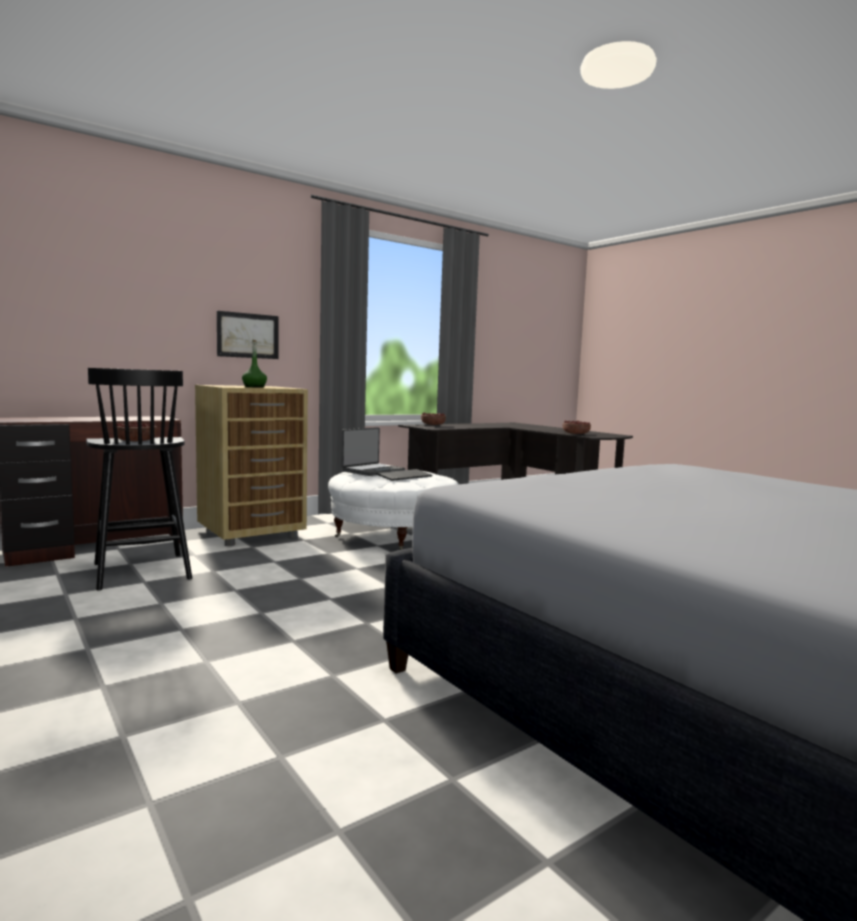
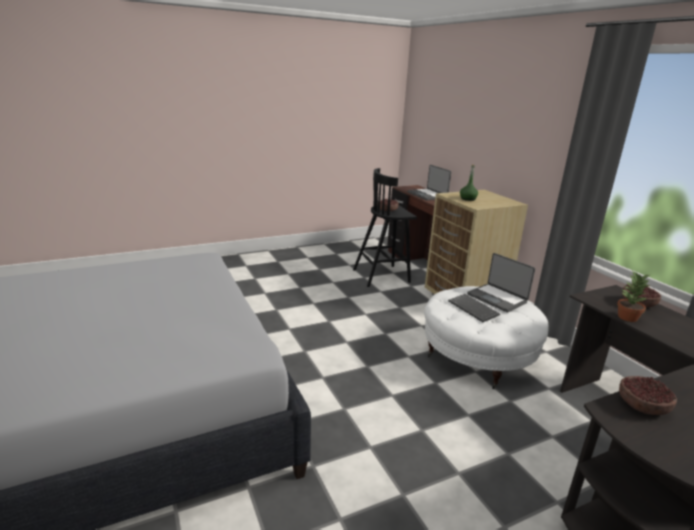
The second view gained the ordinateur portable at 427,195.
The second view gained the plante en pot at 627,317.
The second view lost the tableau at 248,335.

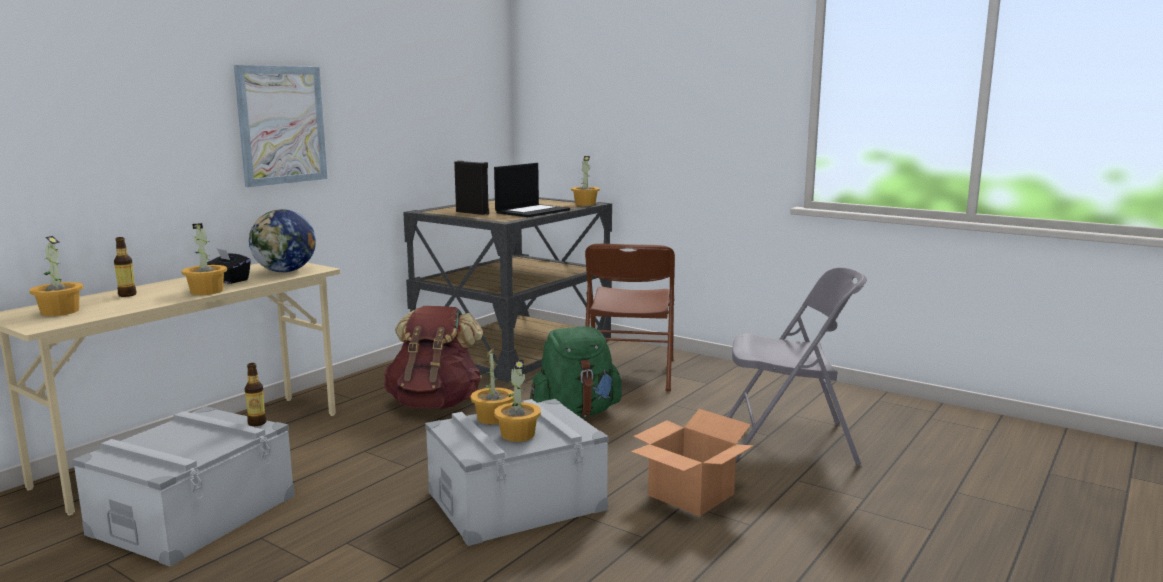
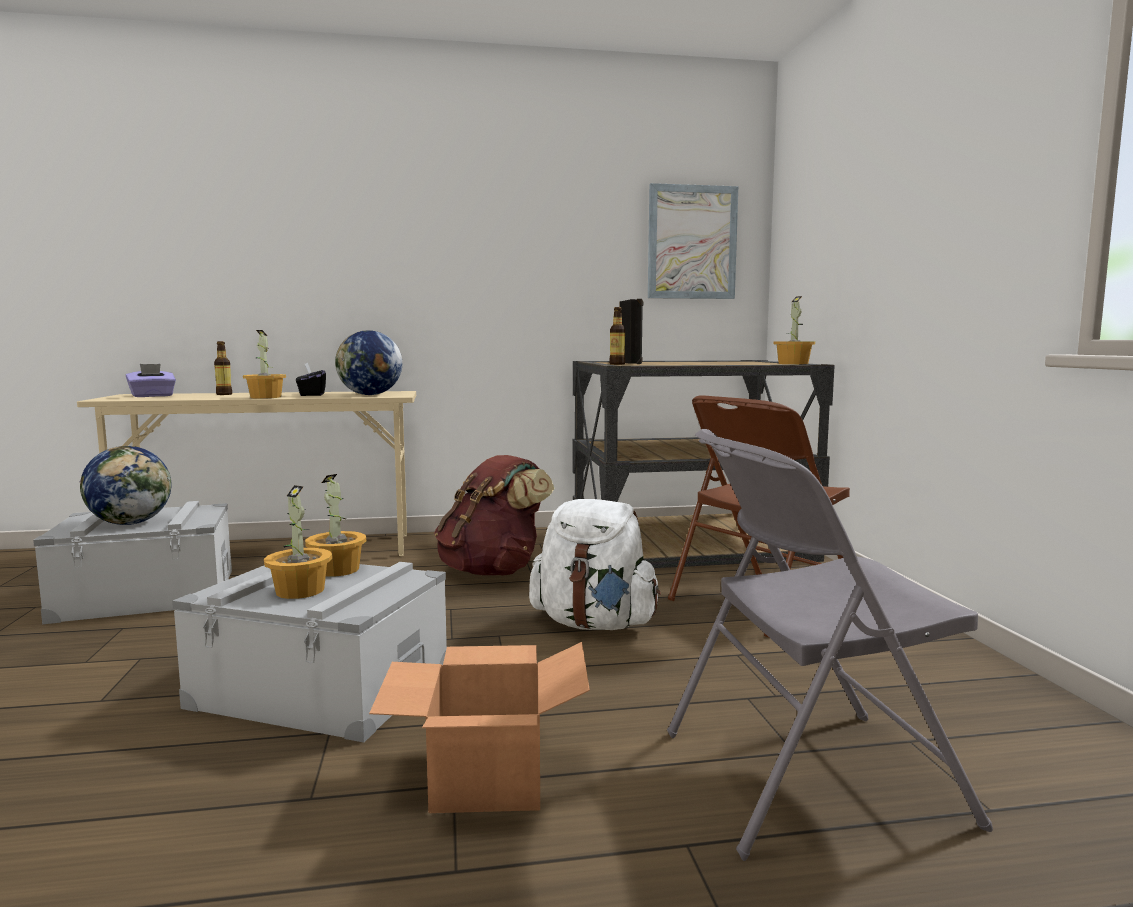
The second view gained the globe at 131,523.
Where the plante en pot stood at 59,311, the boîte à mouchoirs [violet] came to stand at 152,396.
What was the sac à dos [vert] at 576,414 turned into the sac à dos [blanc] at 594,624.
The bouteille ended up elsewhere, having gone from 257,423 to 617,364.
The tableau ended up elsewhere, having gone from 282,125 to 692,242.
The chaise [gris] at 789,441 ended up facing another way, 120 degrees clockwise from before.
The second view lost the ordinateur portable at 532,211.

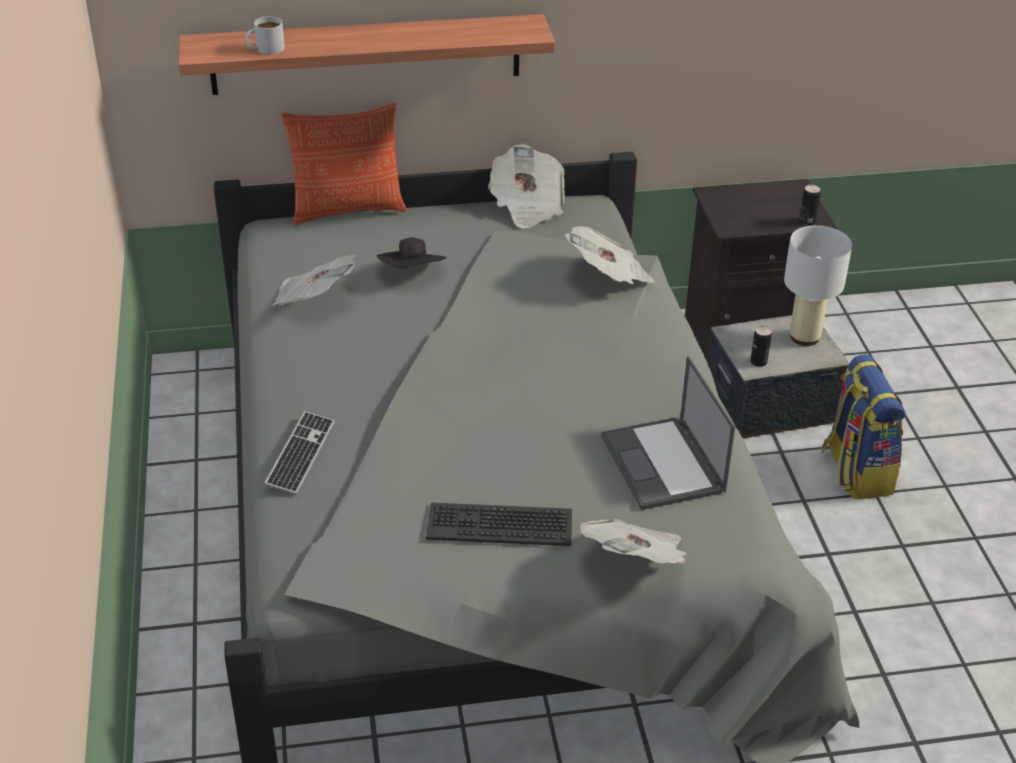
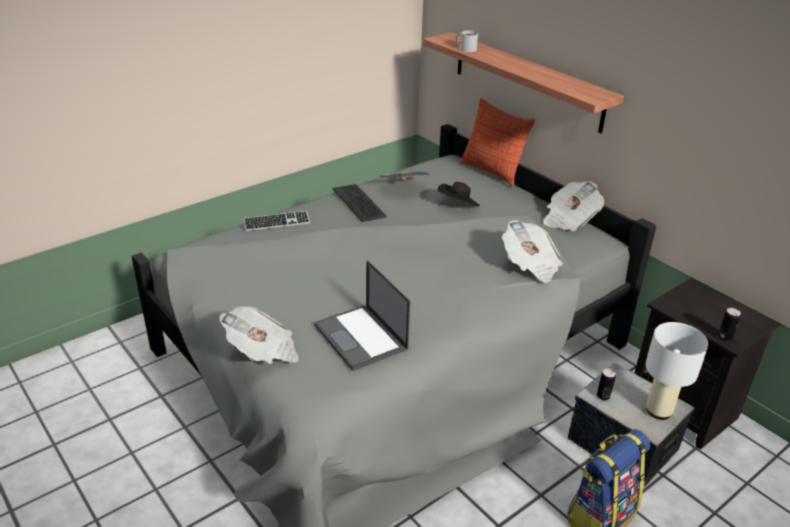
The ordinateur portable at 663,464 ended up facing another way, 75 degrees counterclockwise from before.
The clavier ended up elsewhere, having gone from 500,524 to 359,203.

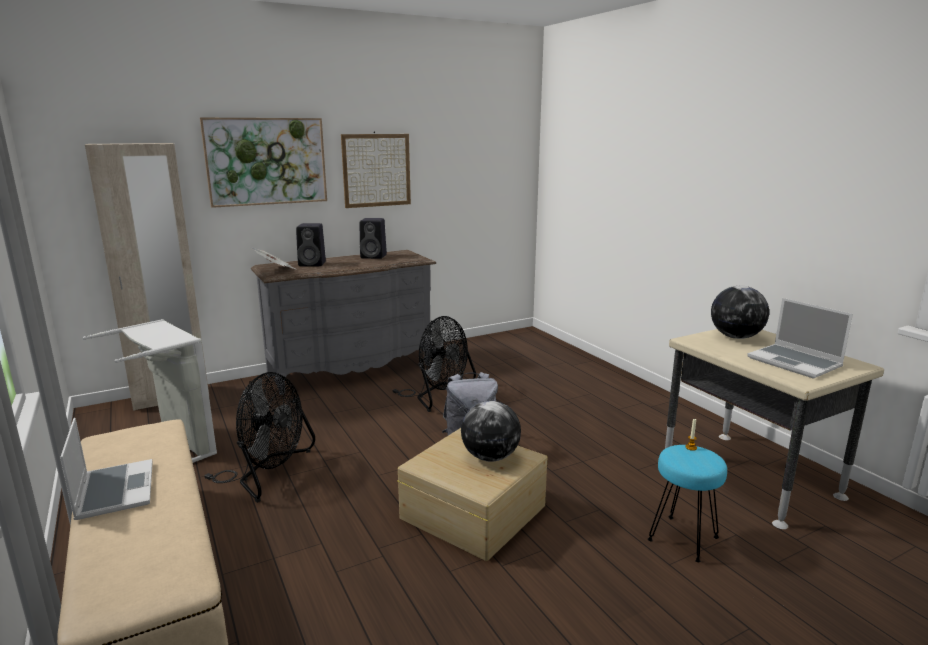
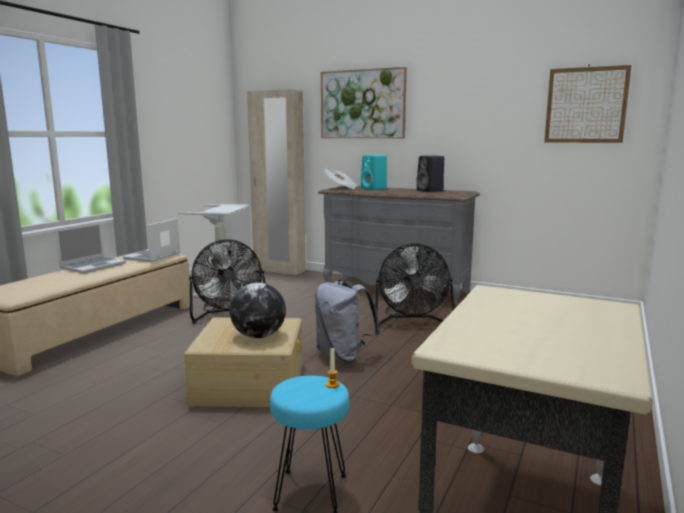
The ordinateur portable ended up elsewhere, having gone from 795,362 to 152,256.
What was the enceinte [noir] at 313,264 turned into the enceinte [turquoise] at 374,188.
The tableau ended up elsewhere, having gone from 376,169 to 586,104.
The second view lost the globe at 735,337.

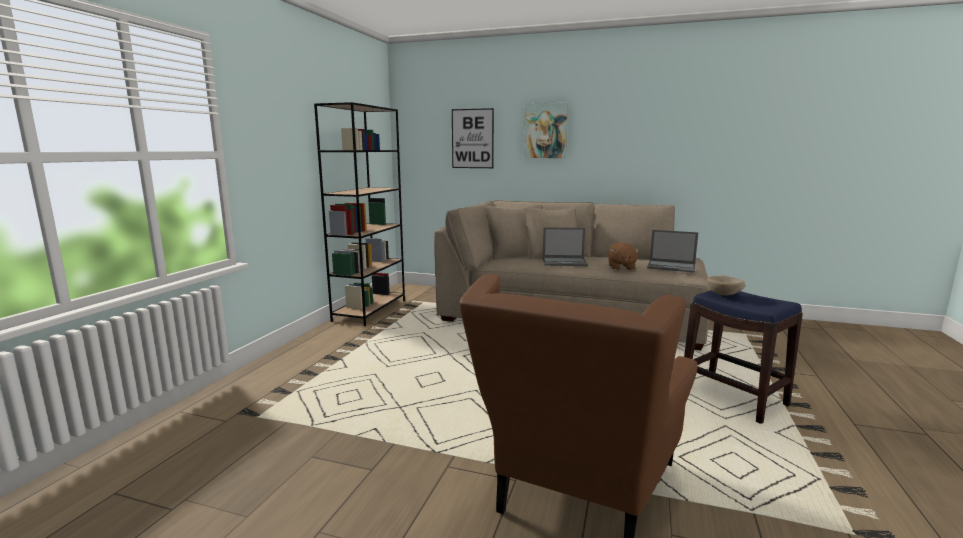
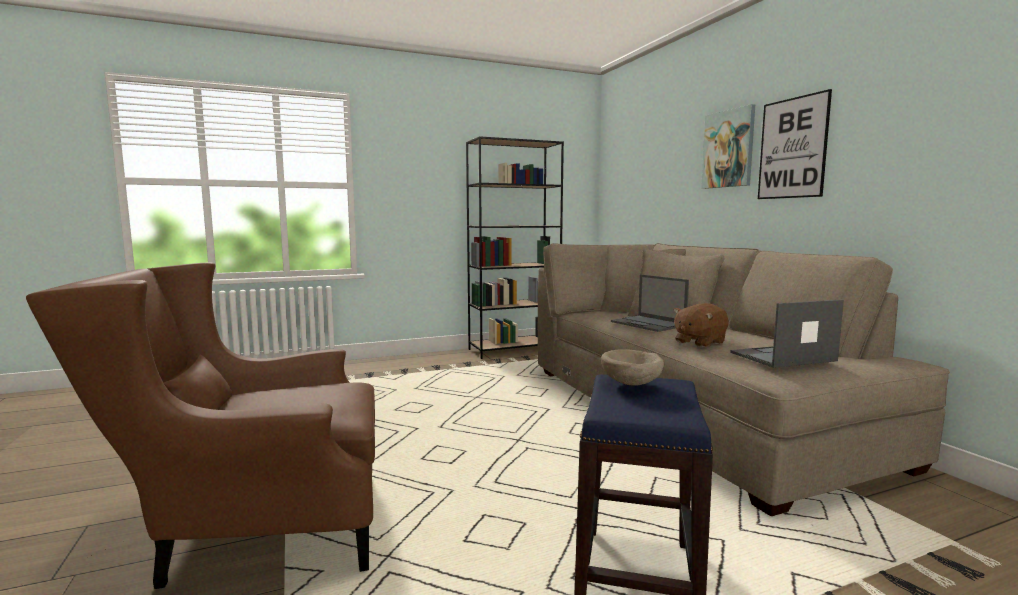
The ordinateur portable at 672,267 ended up facing another way, 90 degrees clockwise from before.
The tableau ended up elsewhere, having gone from 472,138 to 792,148.

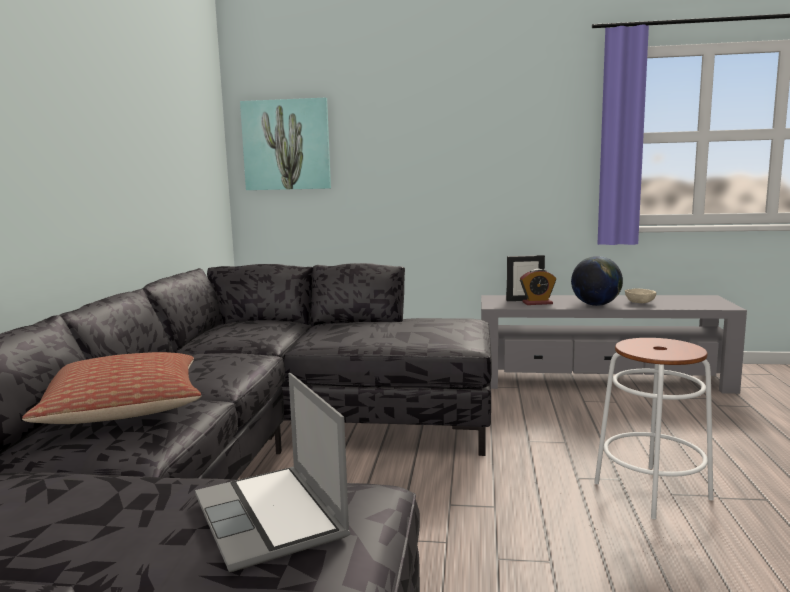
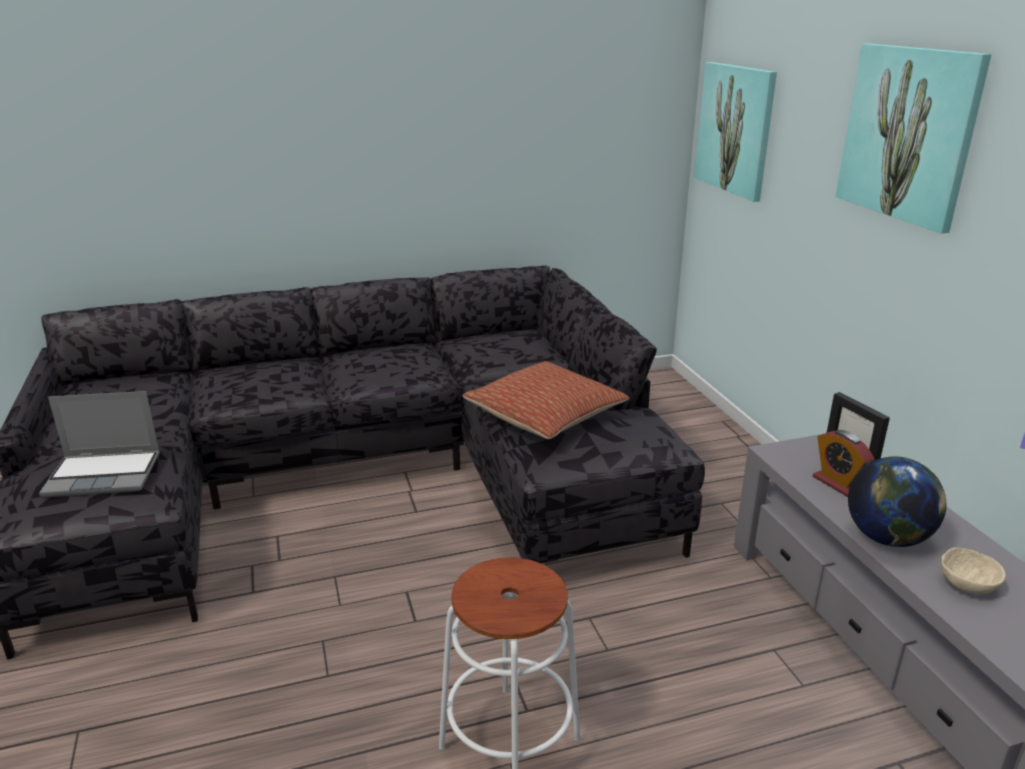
The ordinateur portable at 272,518 ended up facing another way, 135 degrees counterclockwise from before.
The coussin ended up elsewhere, having gone from 123,409 to 545,416.
The second view gained the tableau at 907,134.

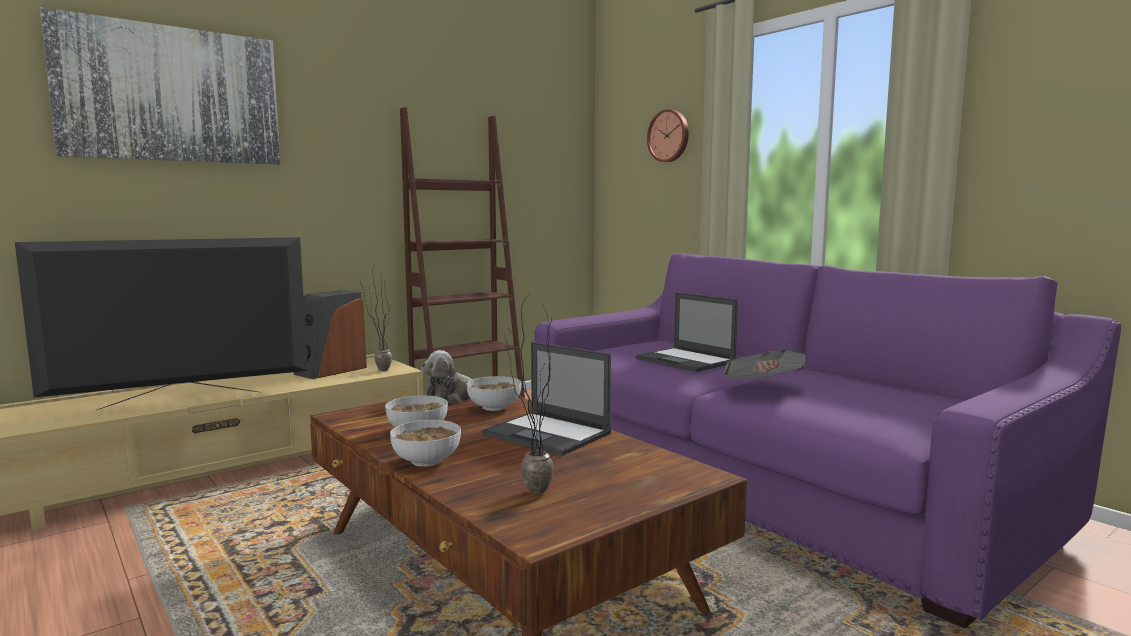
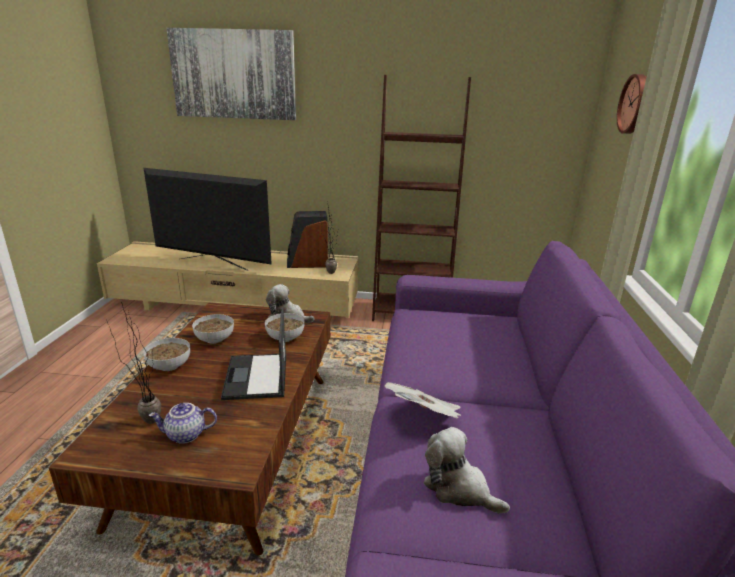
The second view gained the théière at 185,435.
The second view gained the peluche at 459,488.
The second view lost the ordinateur portable at 686,361.

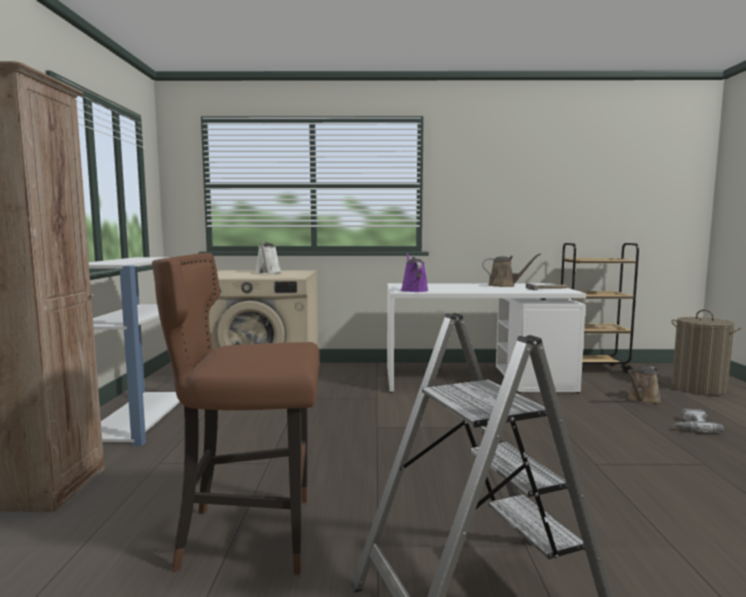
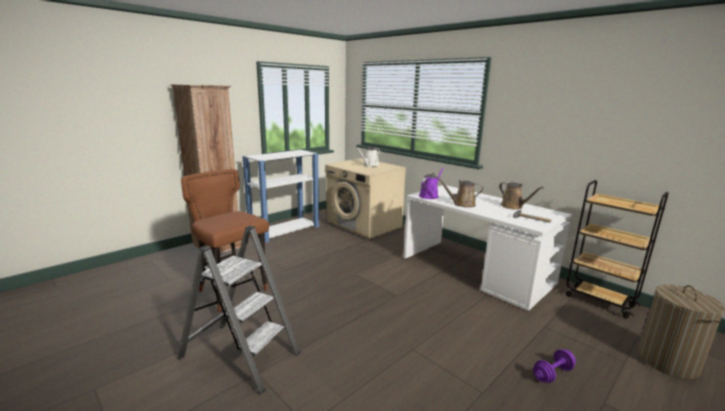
The arrosoir [marron] ended up elsewhere, having gone from 642,400 to 462,204.
Where the perceuse stood at 691,426, the haltère [violet] came to stand at 552,374.

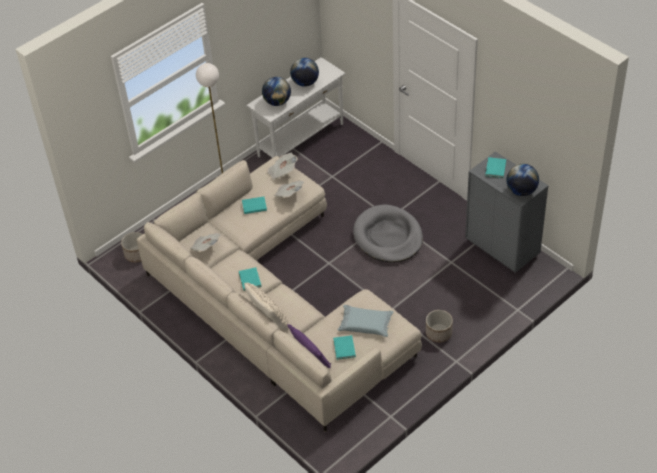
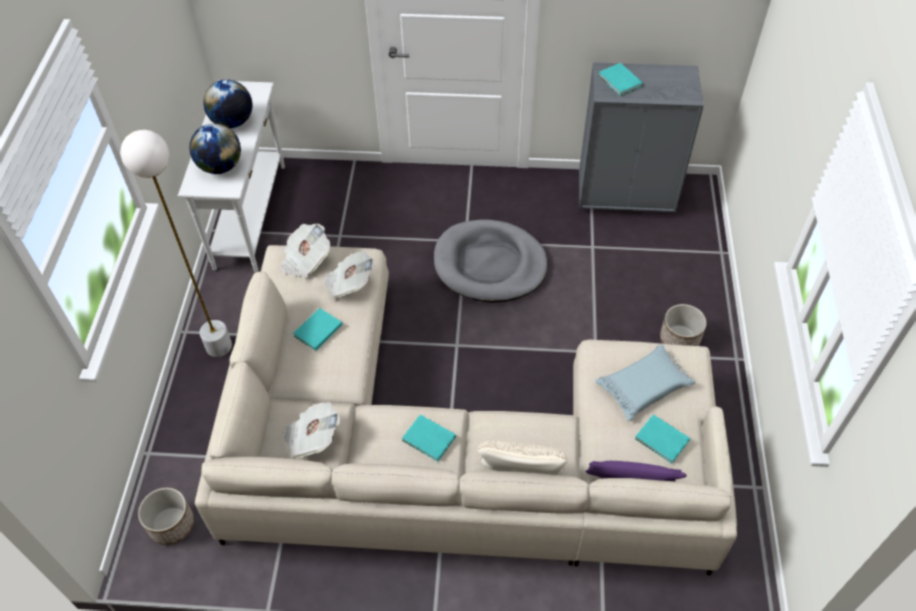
The second view lost the globe at 521,191.

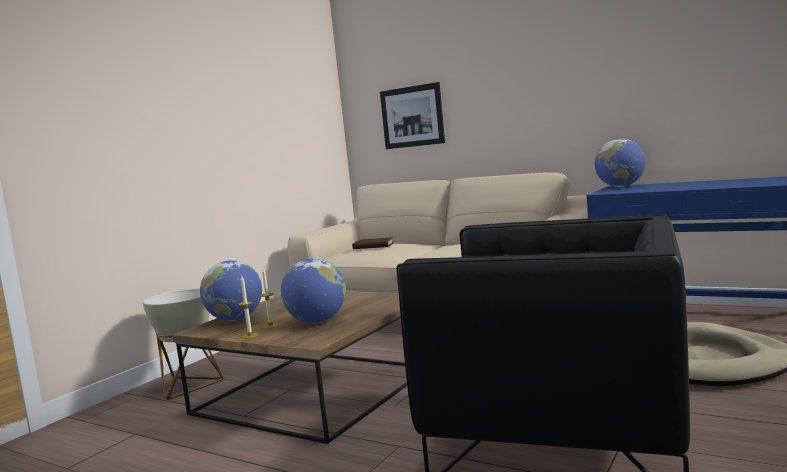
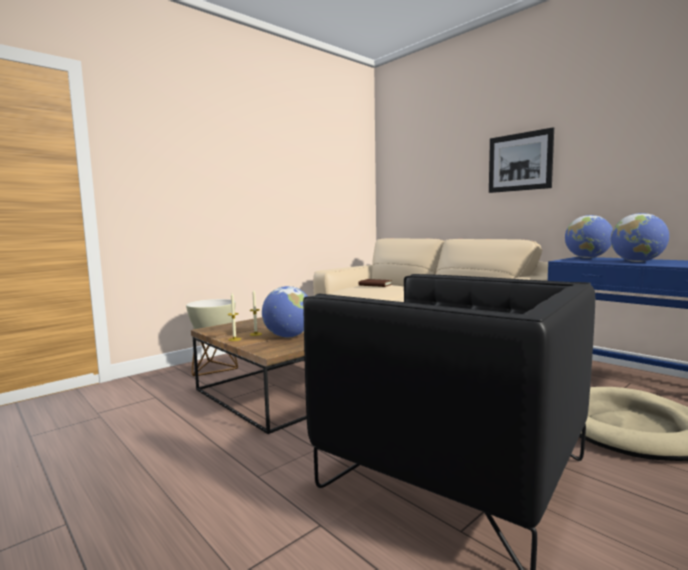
The tableau ended up elsewhere, having gone from 412,116 to 519,162.
The globe ended up elsewhere, having gone from 235,319 to 637,261.

